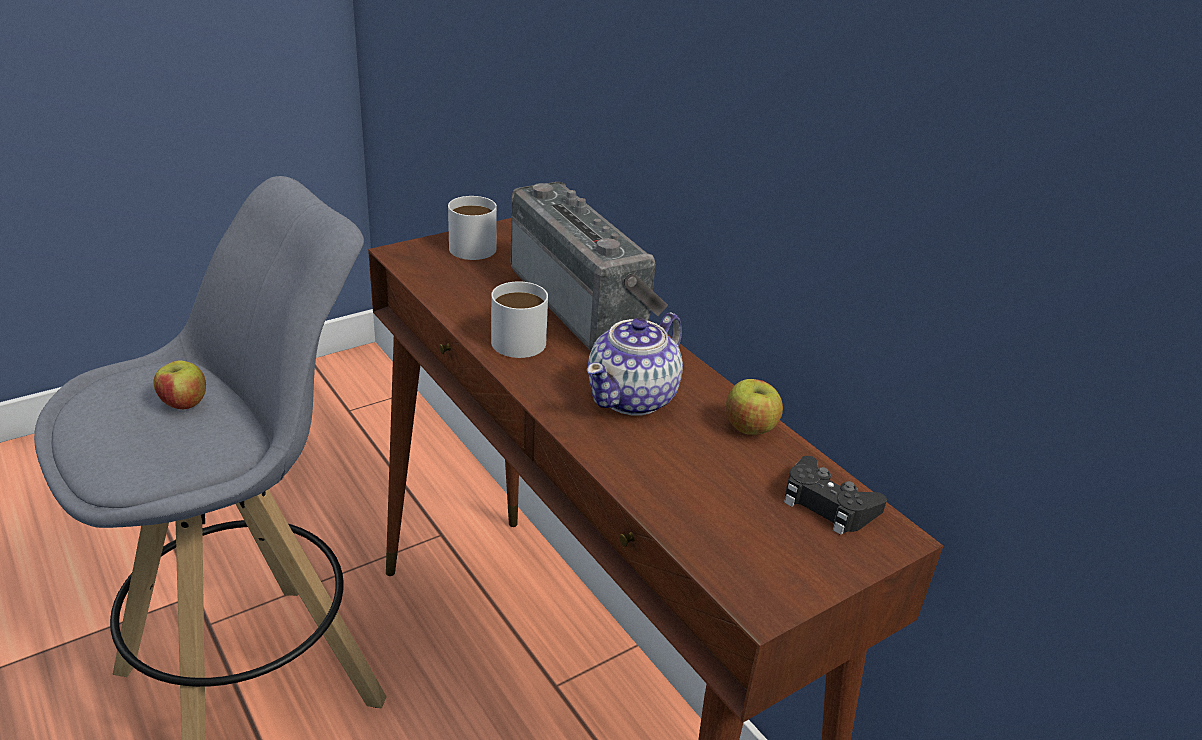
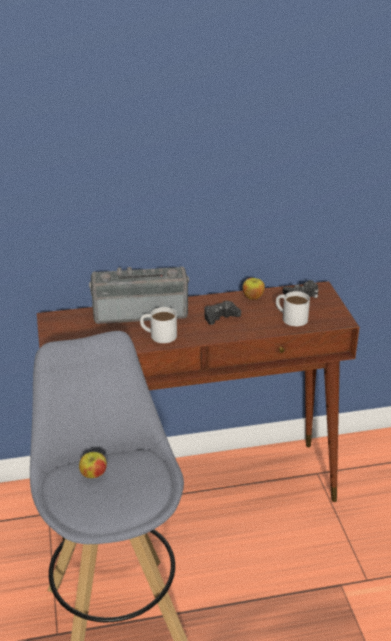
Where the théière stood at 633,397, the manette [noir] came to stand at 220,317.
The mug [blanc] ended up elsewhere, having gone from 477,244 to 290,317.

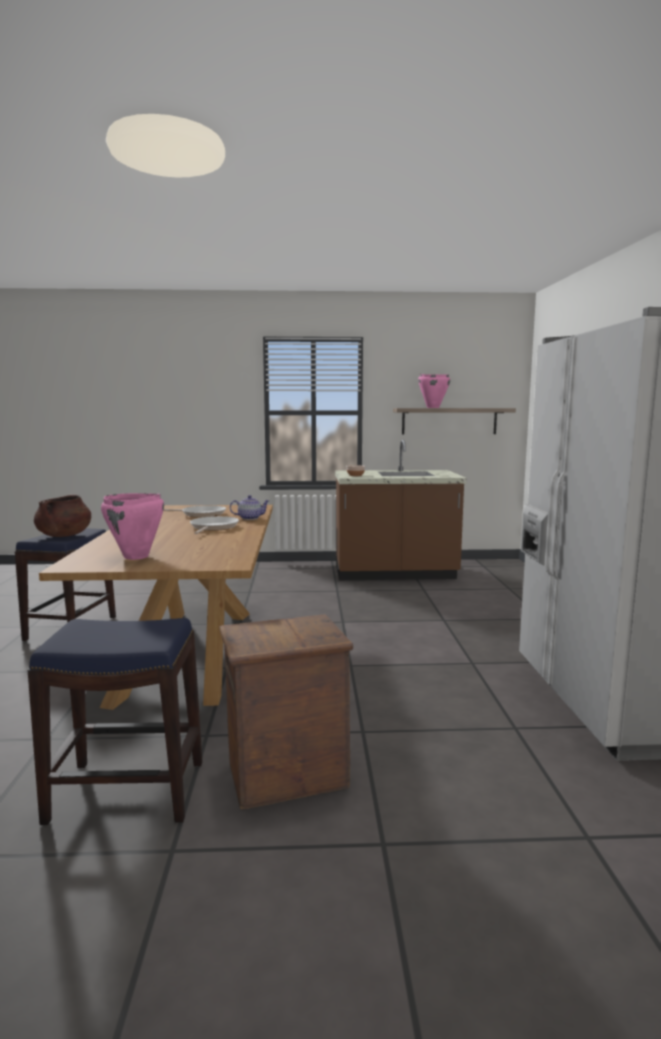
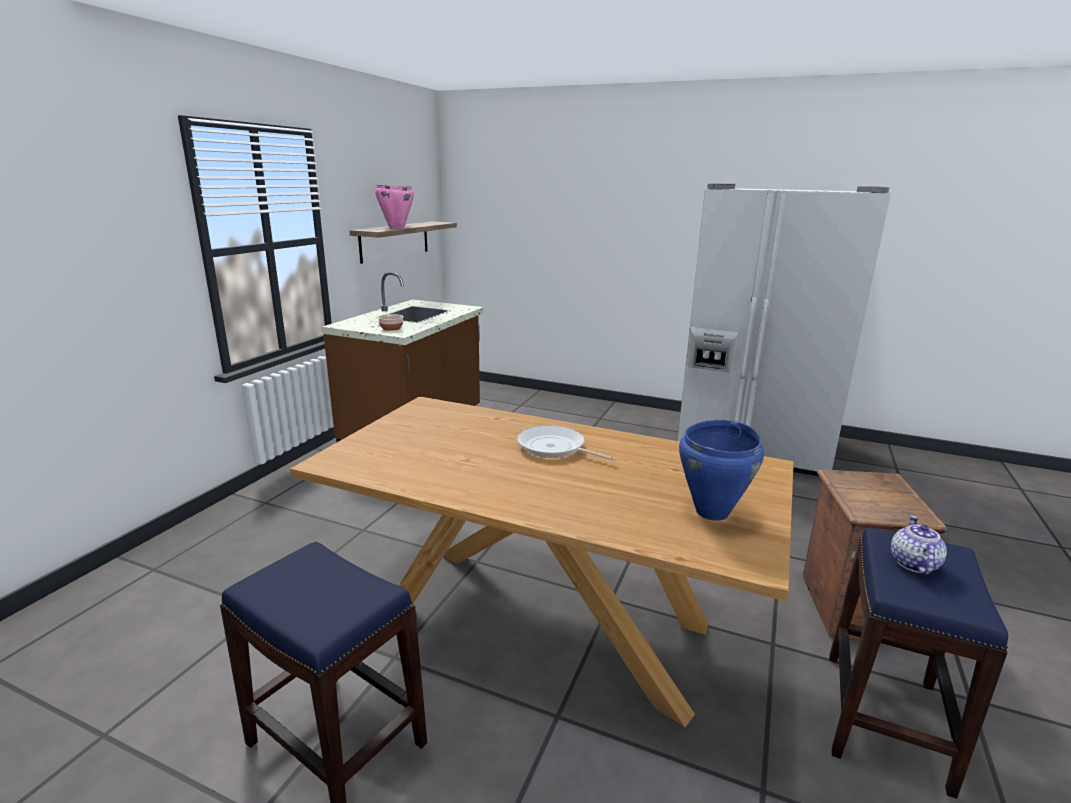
What was the marmite [rose] at 136,557 turned into the marmite [bleu] at 713,512.
The théière ended up elsewhere, having gone from 249,518 to 913,564.
The second view lost the marmite [marron] at 64,535.
The second view lost the poêle at 201,514.

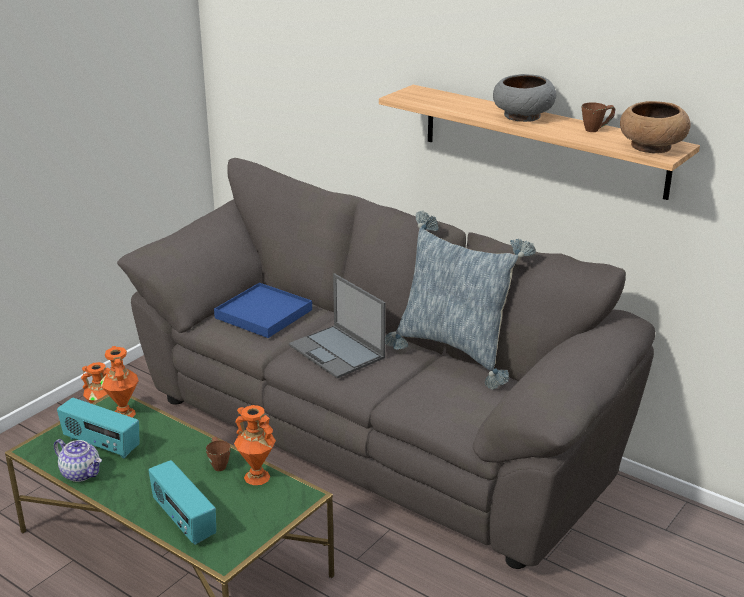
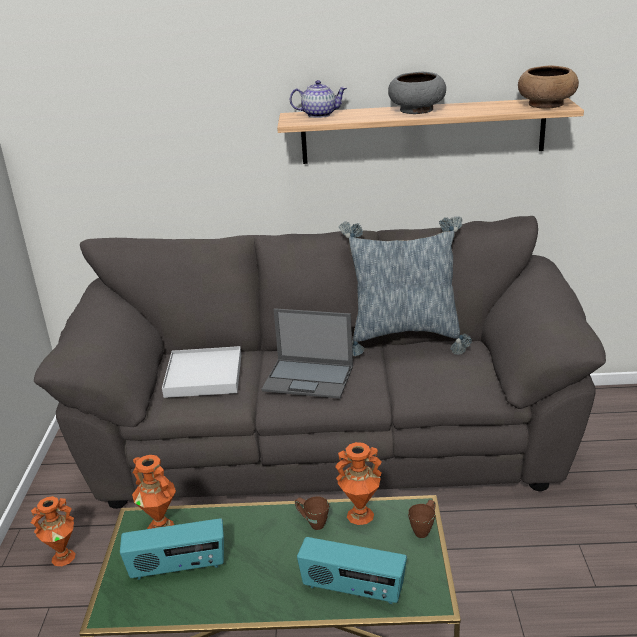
What was the plateau [bleu] at 264,314 turned into the plateau [blanc] at 204,375.
The théière ended up elsewhere, having gone from 81,473 to 319,115.
The mug [marron] ended up elsewhere, having gone from 596,129 to 424,529.

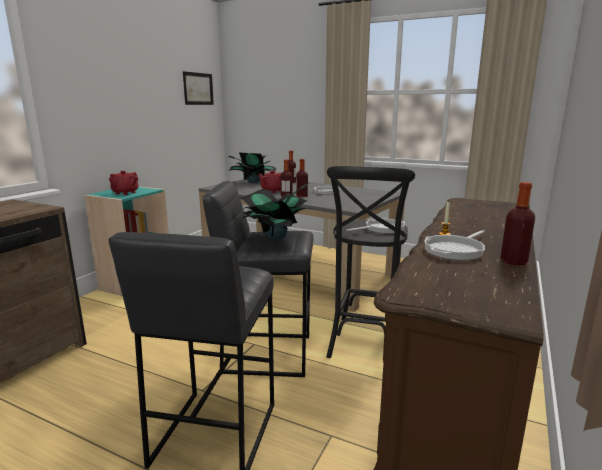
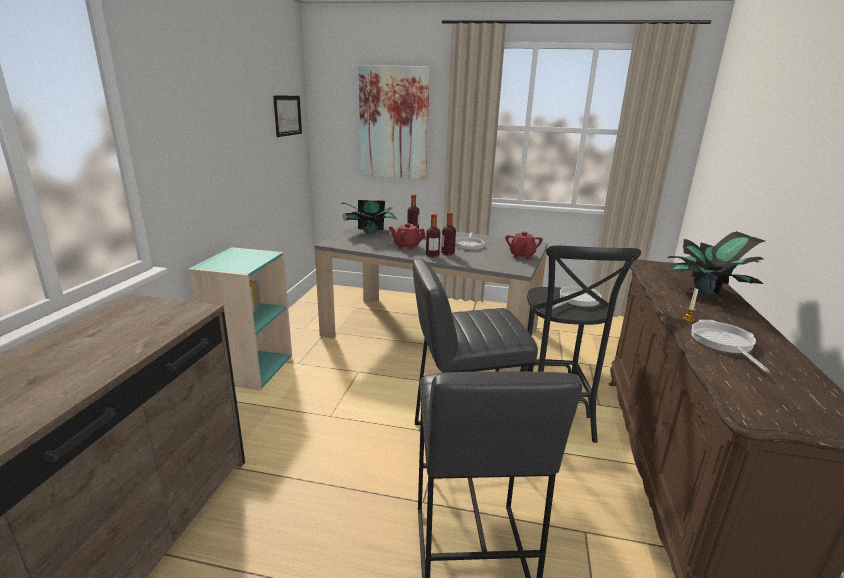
The second view gained the tableau at 394,123.
The théière [rouge] ended up elsewhere, having gone from 125,193 to 521,255.
The plante en pot ended up elsewhere, having gone from 276,237 to 706,292.
The poêle at 455,250 ended up facing another way, 150 degrees clockwise from before.
The second view lost the bouteille at 513,261.

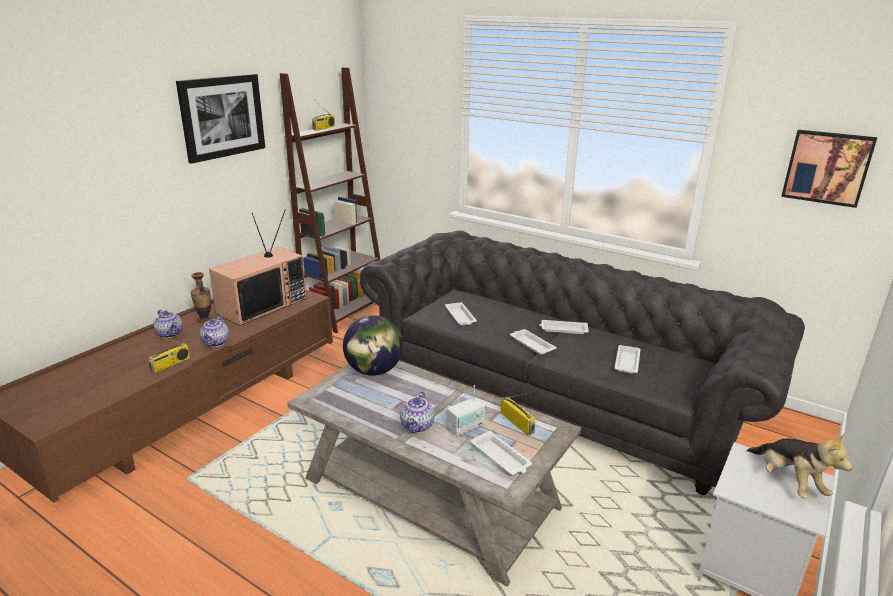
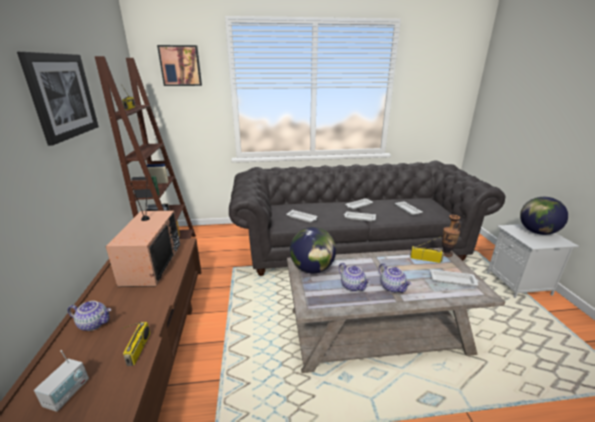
The radio ended up elsewhere, having gone from 465,427 to 67,393.
The tableau ended up elsewhere, having gone from 827,167 to 180,66.
The théière ended up elsewhere, having gone from 216,343 to 353,286.
The vase ended up elsewhere, having gone from 205,320 to 446,253.
Where the peluche stood at 788,482, the globe came to stand at 536,232.

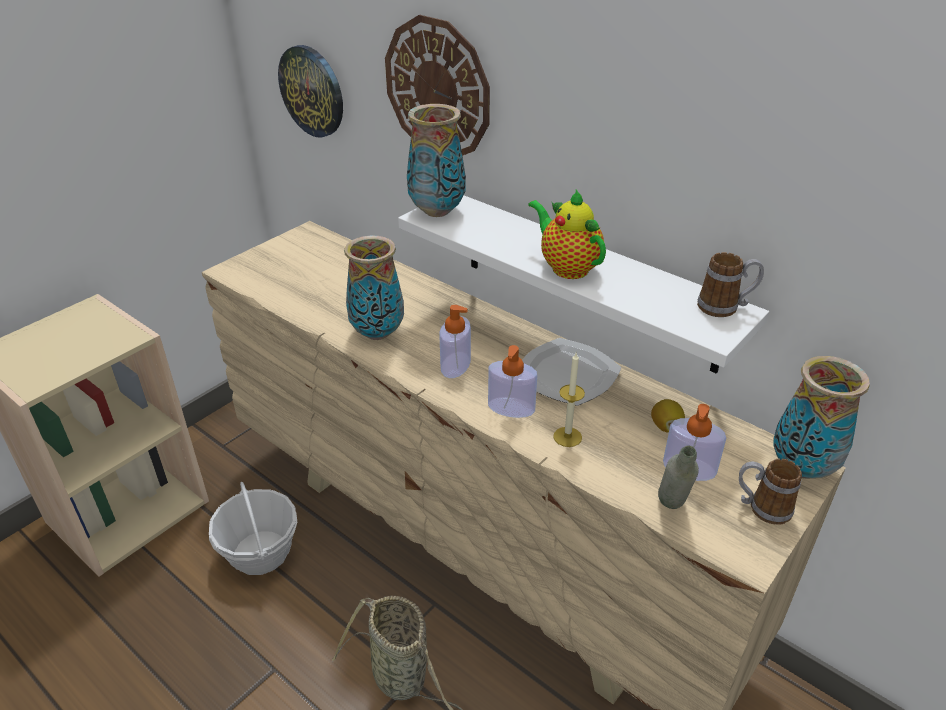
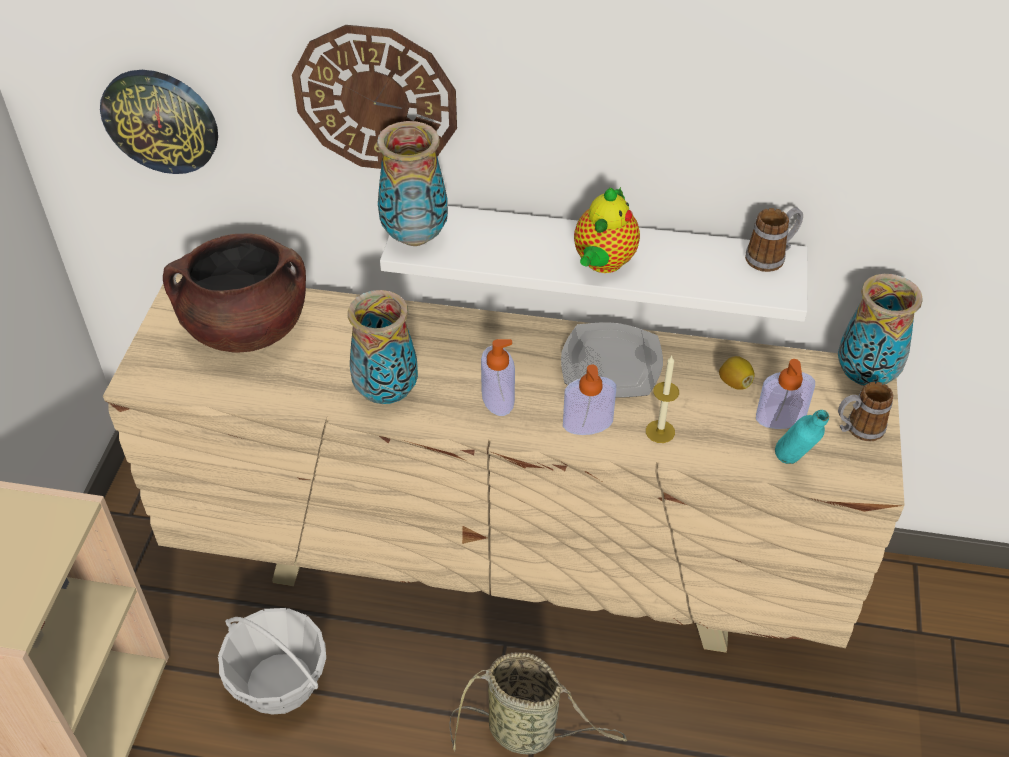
The second view gained the marmite [marron] at 246,328.
The théière at 566,267 ended up facing another way, 90 degrees counterclockwise from before.
What was the bouteille [gris] at 671,511 turned into the bouteille [turquoise] at 793,465.

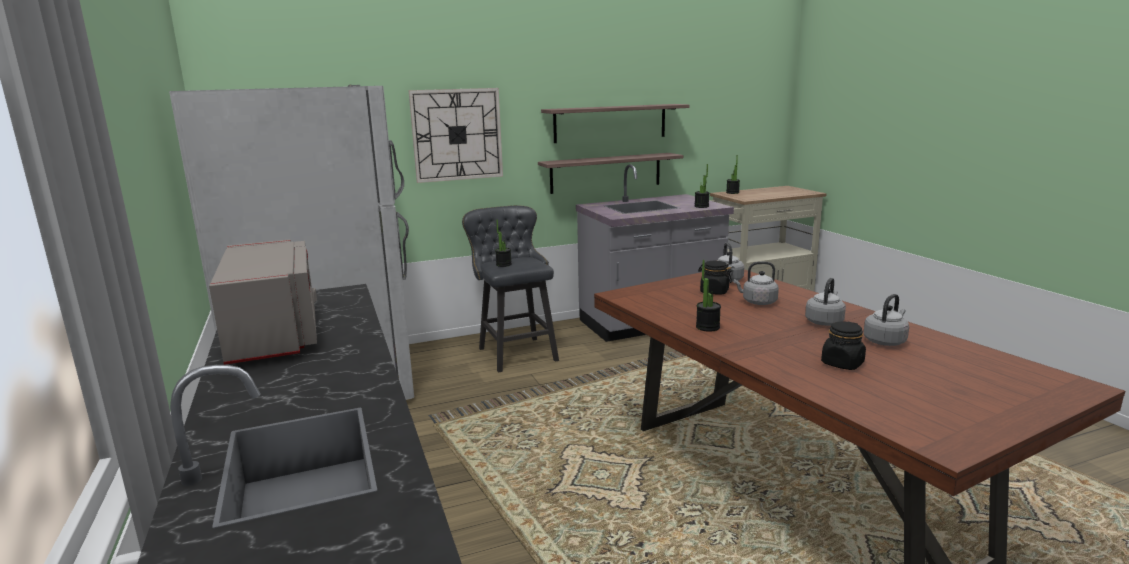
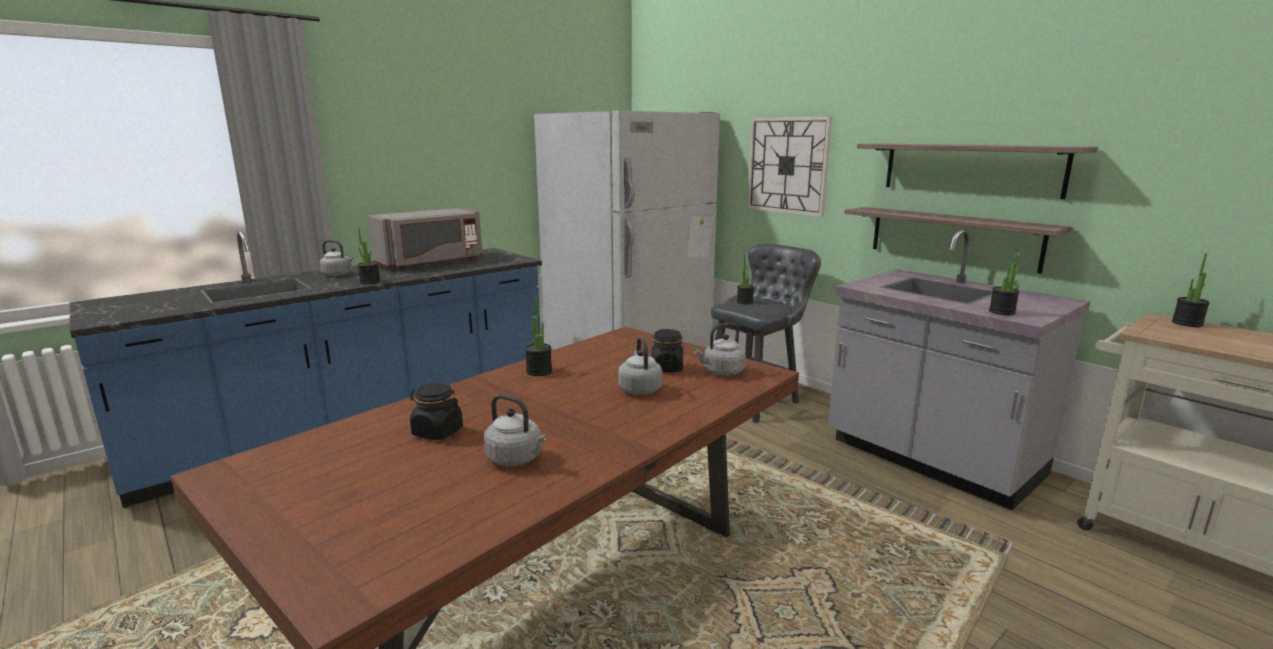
The bouilloire [gris] ended up elsewhere, having gone from 824,322 to 338,275.
The second view gained the plante en pot at 370,282.

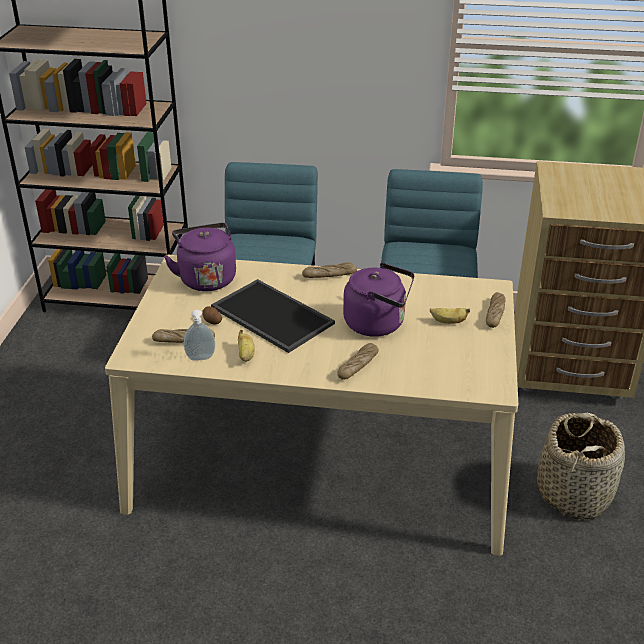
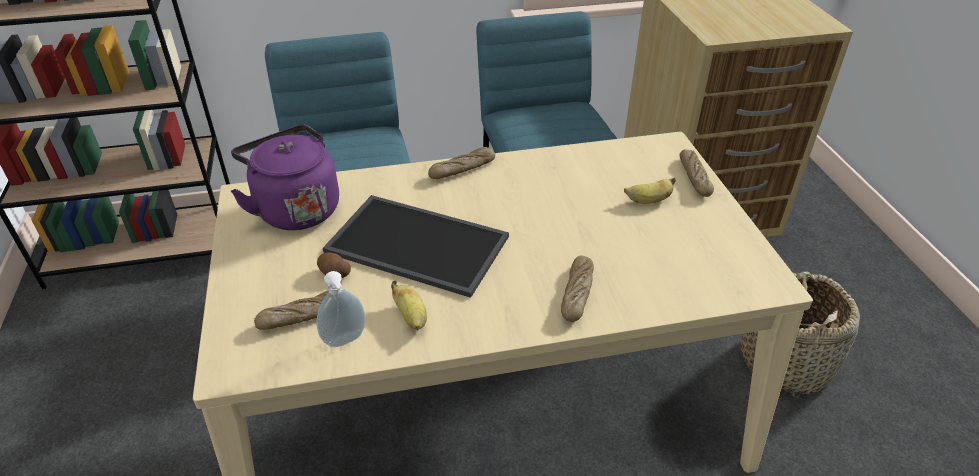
The second view lost the bouilloire [violet] at 378,324.

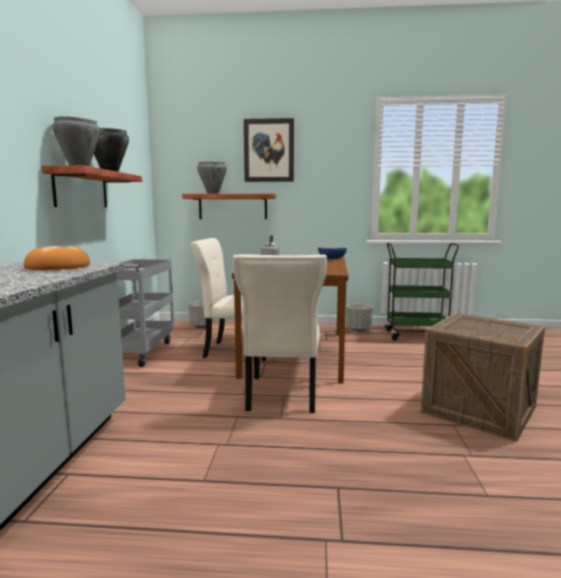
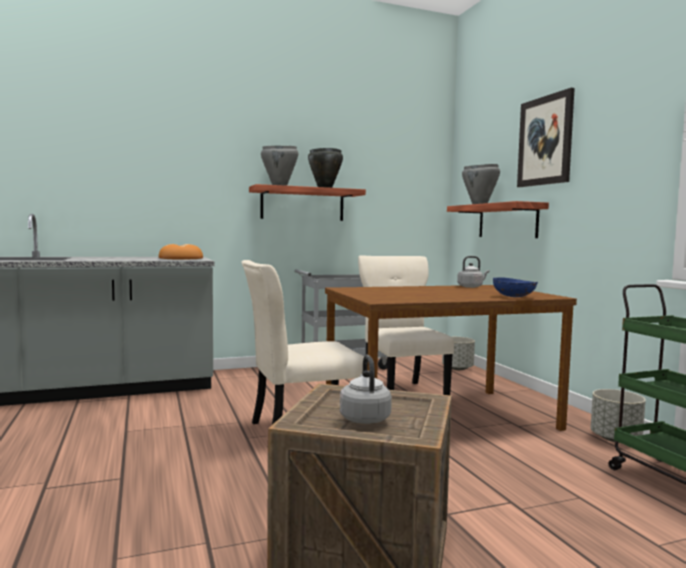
The second view gained the bouilloire [gris] at 364,418.

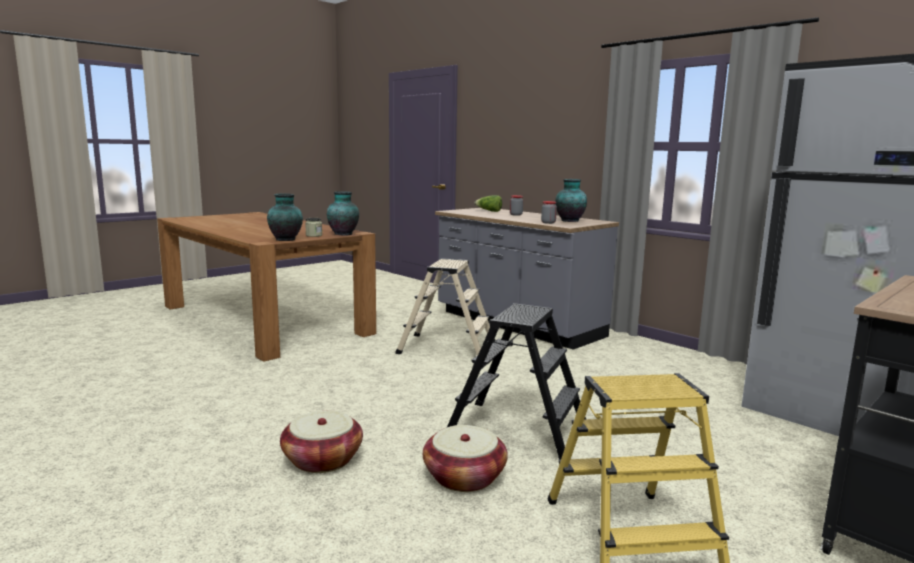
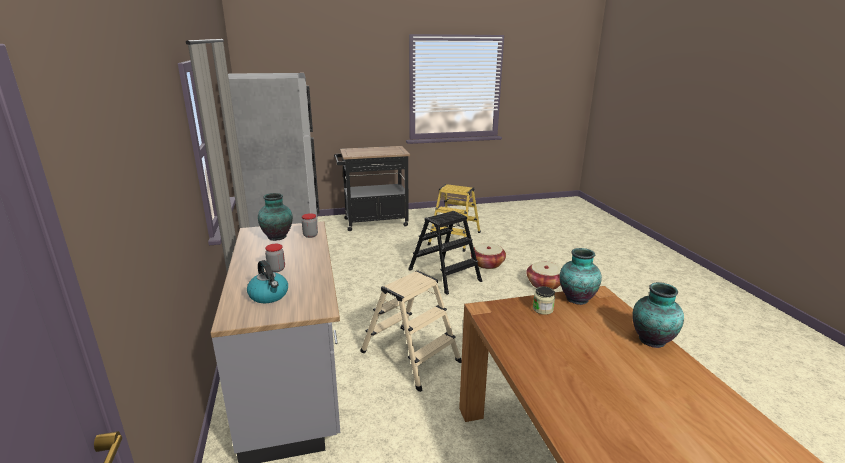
Where the laitue stood at 489,211, the bouilloire came to stand at 269,295.
The vase ended up elsewhere, having gone from 343,234 to 651,341.

